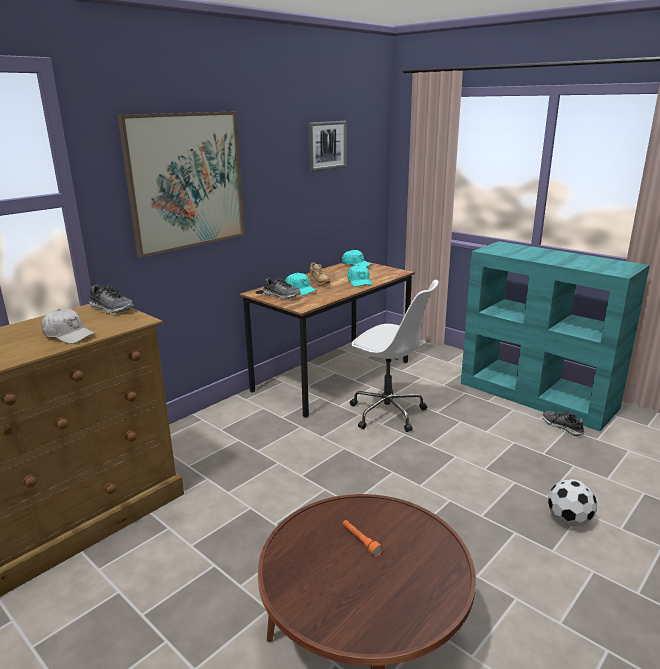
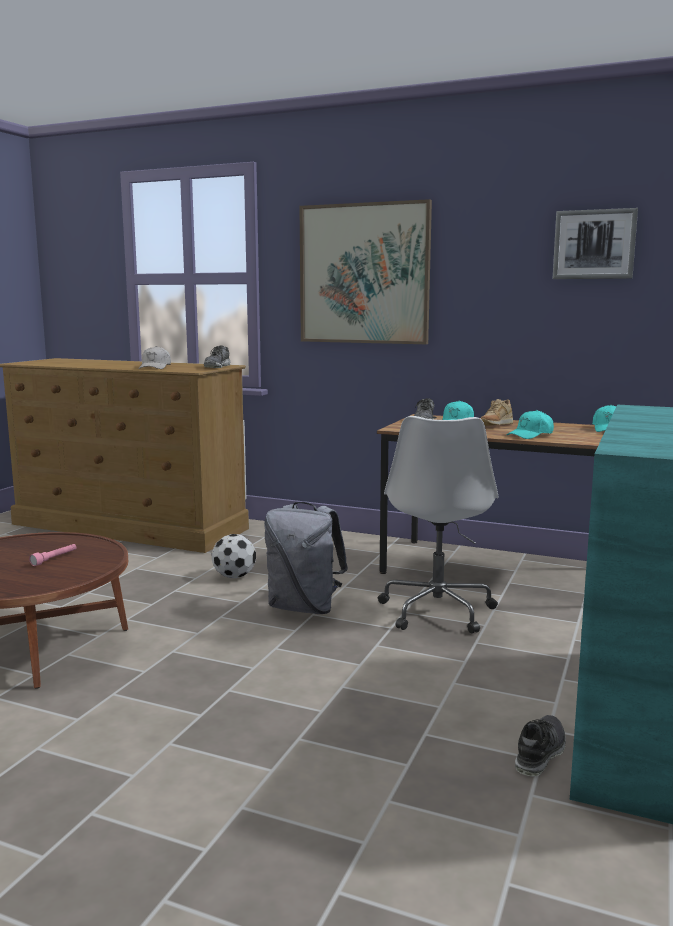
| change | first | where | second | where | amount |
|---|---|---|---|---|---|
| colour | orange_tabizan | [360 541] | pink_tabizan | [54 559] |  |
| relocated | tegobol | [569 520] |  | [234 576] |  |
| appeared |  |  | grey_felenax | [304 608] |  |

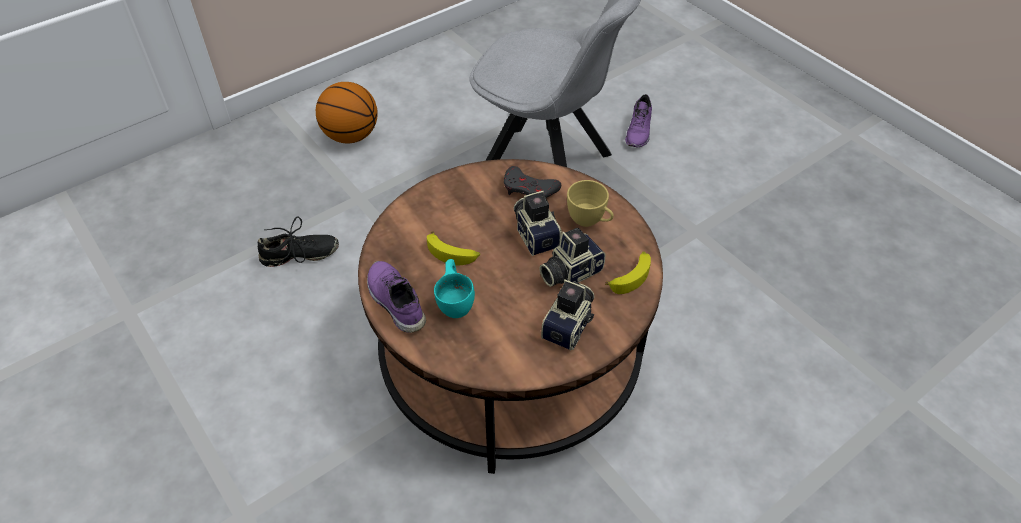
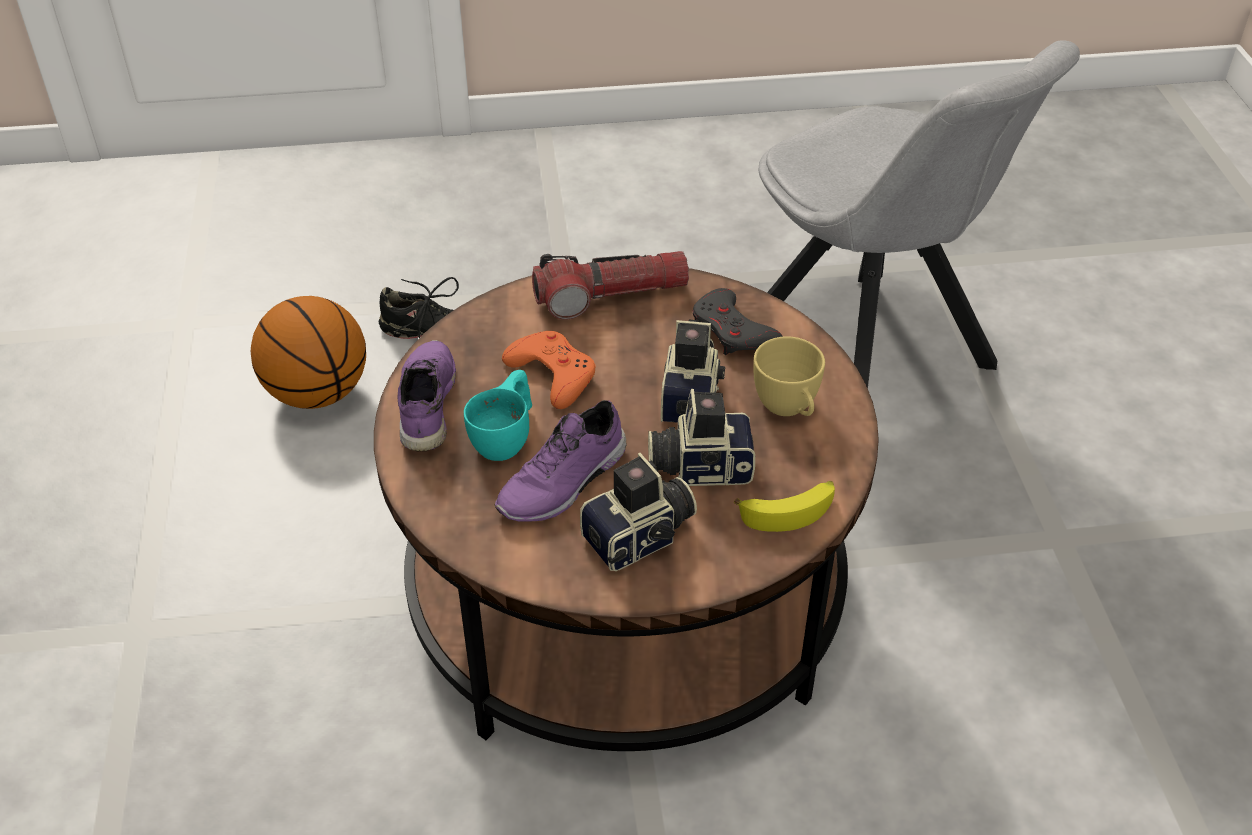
| change | first | where | second | where | amount |
|---|---|---|---|---|---|
| relocated | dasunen | [351 135] |  | [317 393] |  |
| exchanged | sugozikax | [453 253] | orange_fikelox | [552 374] |  |
| relocated | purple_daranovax | [639 131] |  | [565 483] |  |
| appeared |  |  | tabizan | [611 296] |  |

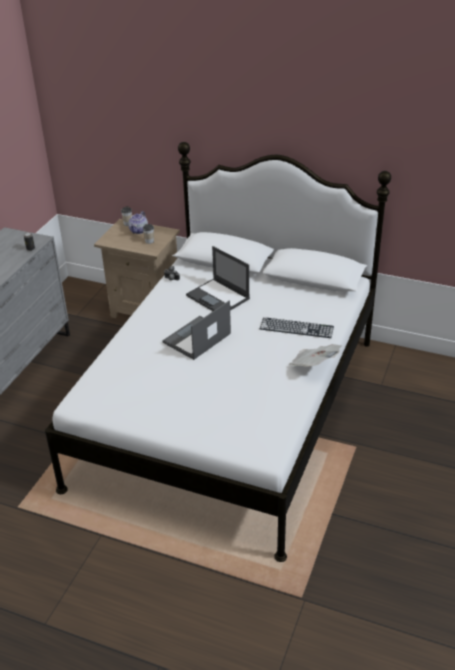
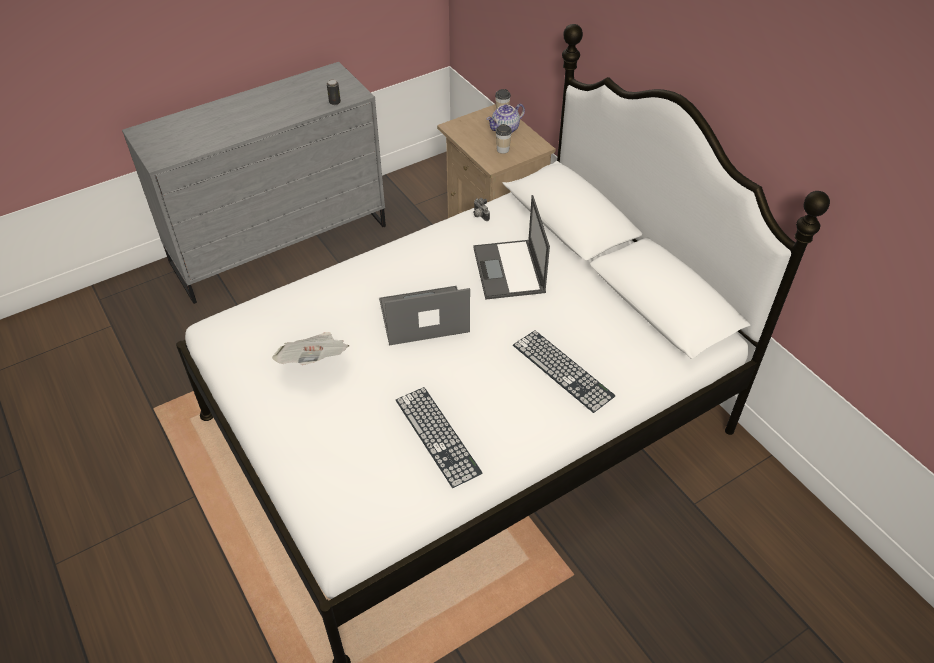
| change | first | where | second | where | amount |
|---|---|---|---|---|---|
| relocated | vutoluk | [314 365] |  | [314 361] |  |
| appeared |  |  | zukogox | [437 435] |  |

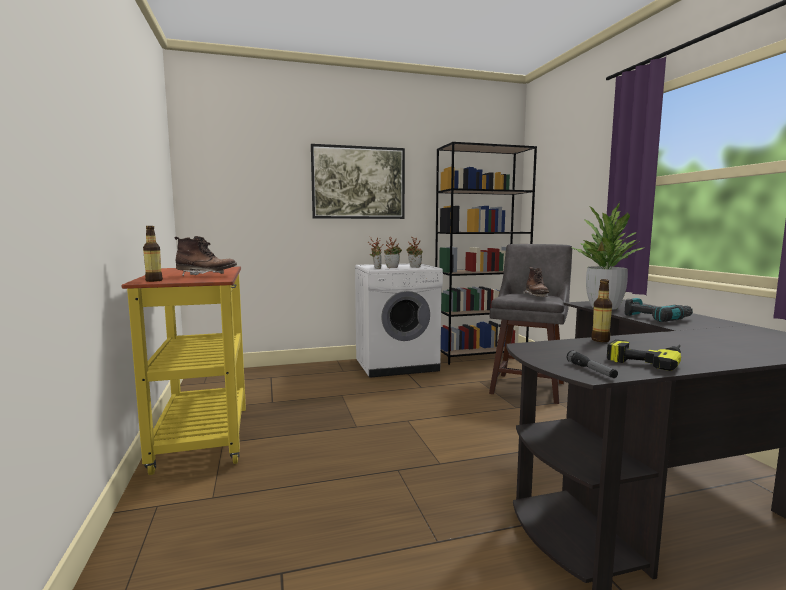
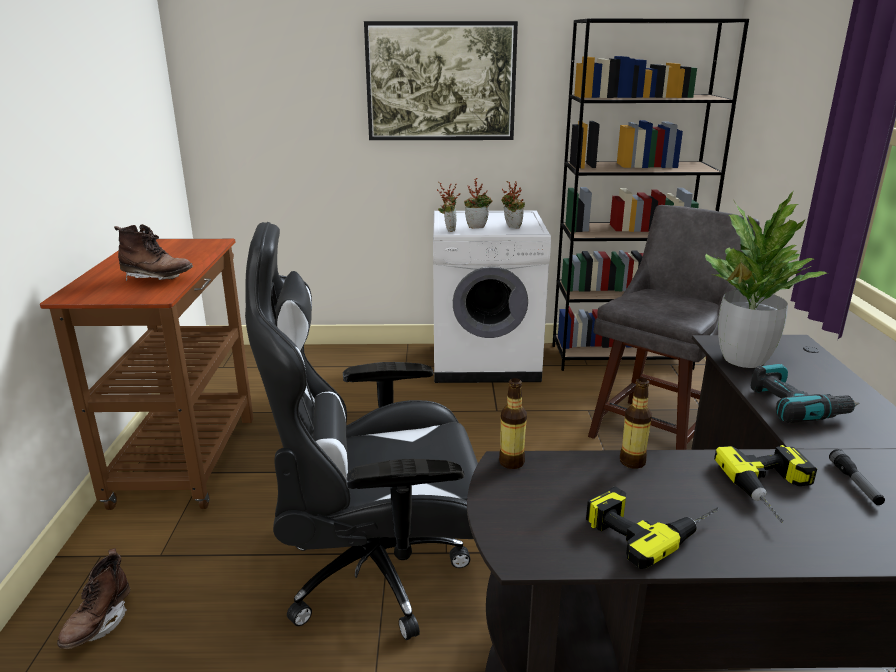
| change | first | where | second | where | amount |
|---|---|---|---|---|---|
| colour | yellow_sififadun | [203 437] | brown_sififadun | [186 459] |  |
| relocated | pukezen | [154 280] |  | [511 462] |  |
| relocated | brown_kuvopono | [536 296] |  | [98 624] |  |
| relocated | tabizan | [591 370] |  | [855 483] |  |
| appeared |  |  | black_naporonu | [385 571] |  |
| appeared |  |  | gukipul | [776 491] |  |

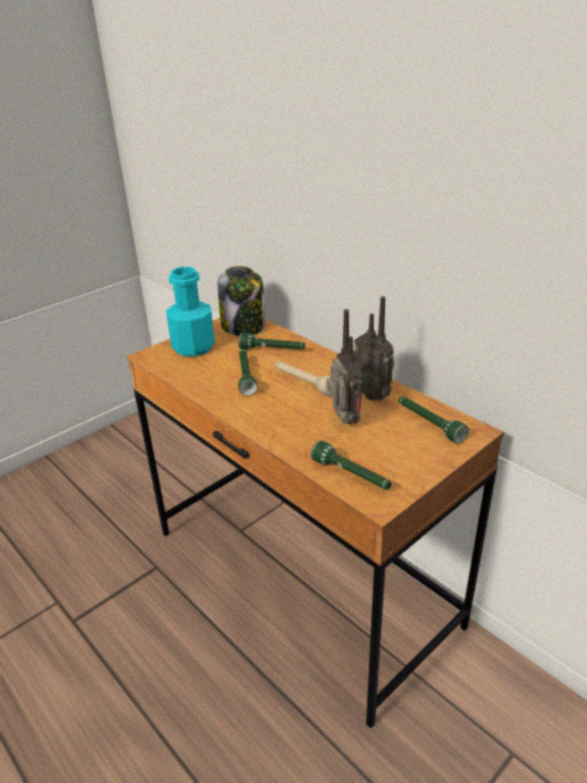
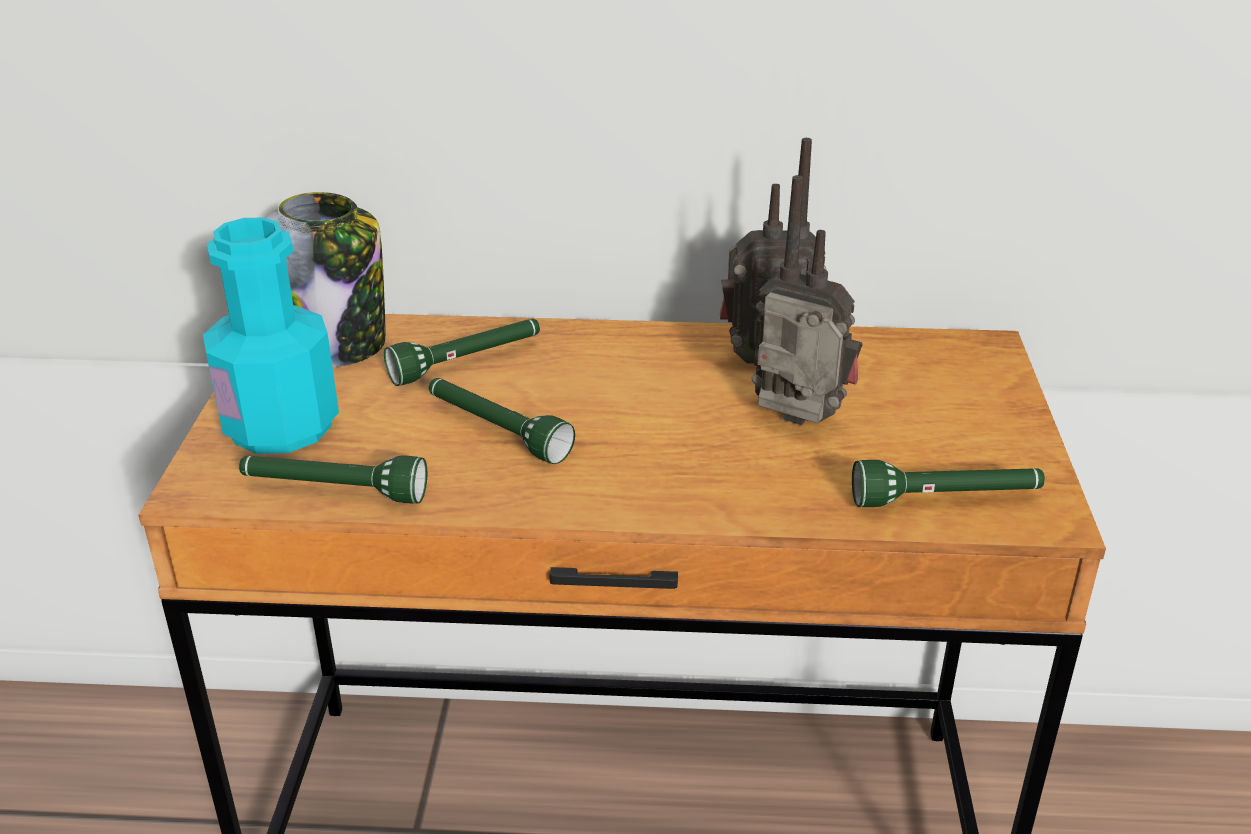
| change | first | where | second | where | amount |
|---|---|---|---|---|---|
| missing | beige_tabizan | [303 383] |  |  |  |
| relocated | green_tabizan | [429 424] |  | [334 491] |  |

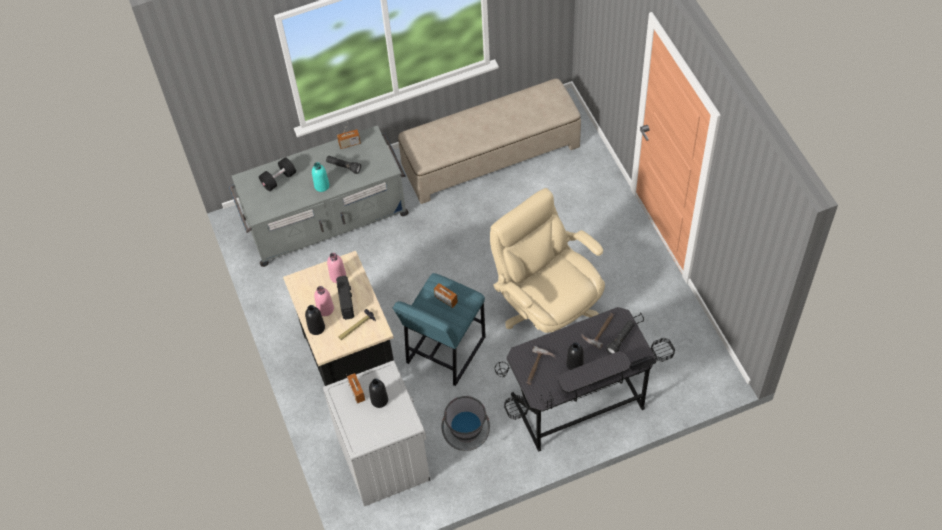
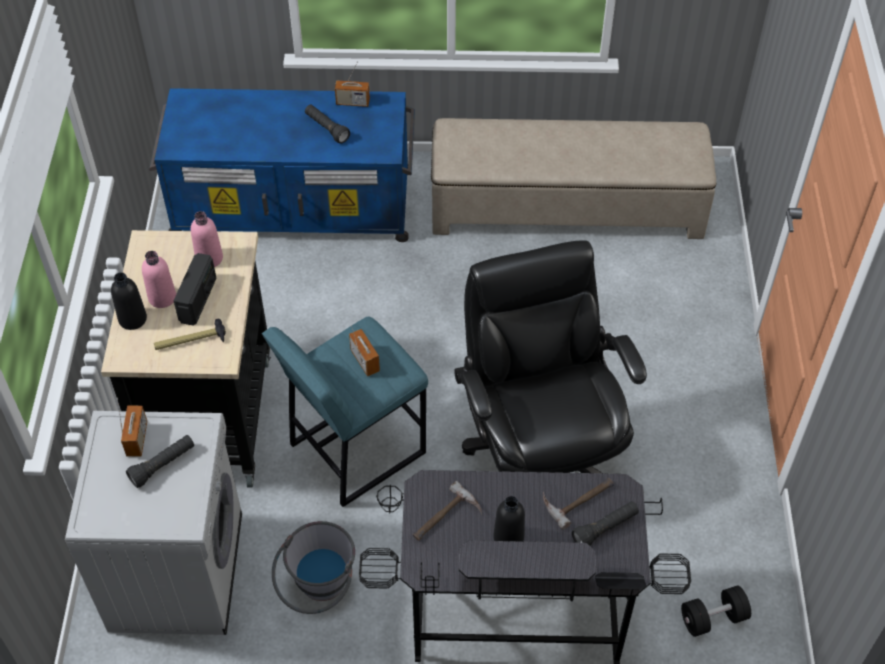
| change | first | where | second | where | amount |
|---|---|---|---|---|---|
| colour | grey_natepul | [326 217] | blue_natepul | [294 205] |  |
| relocated | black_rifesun | [279 179] |  | [713 618] |  |
| missing | turquoise_pukezen | [322 186] |  |  |  |
| exchanged | black_pukezen | [379 400] | black_tabizan | [163 465] |  |
| colour | beige_naporonu | [547 310] | black_naporonu | [540 450] |  |

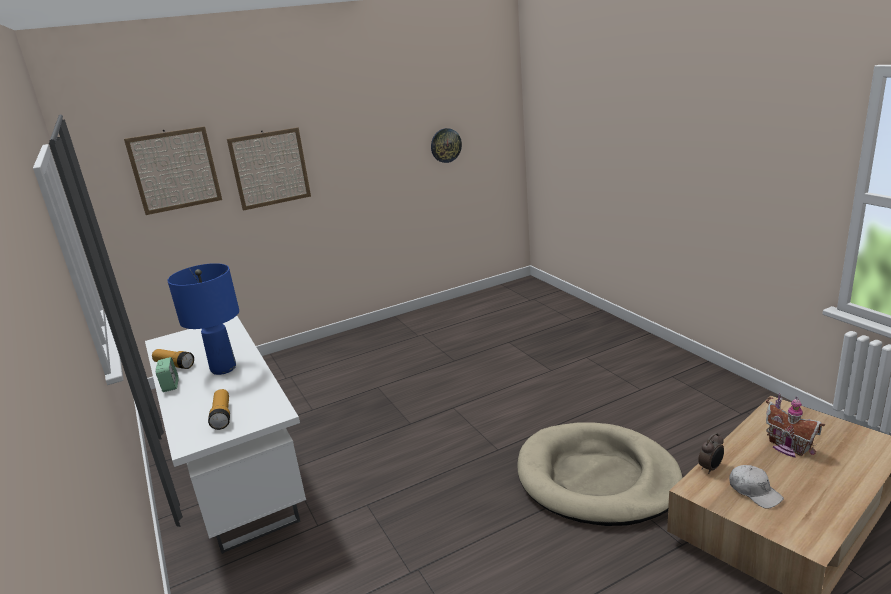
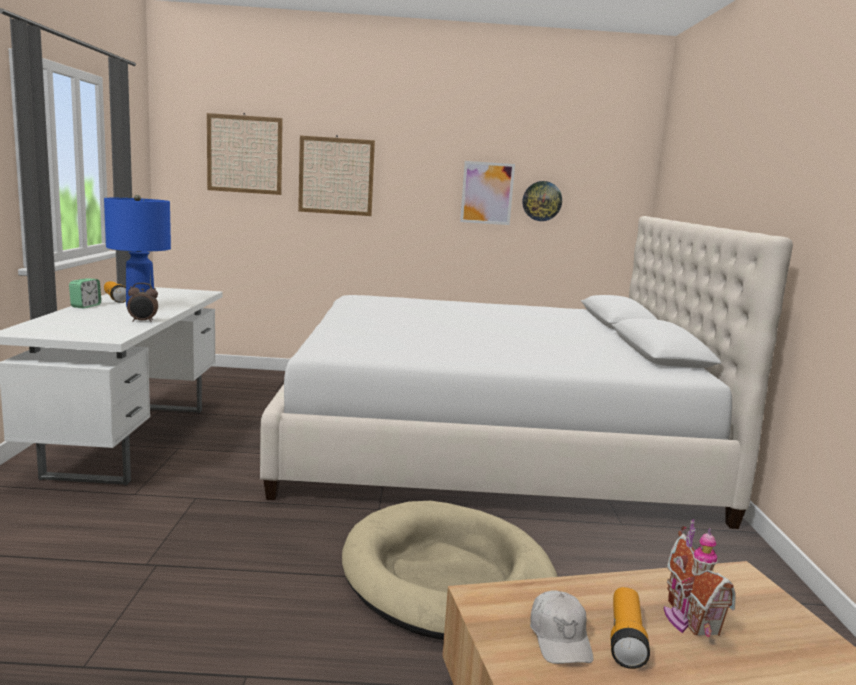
| change | first | where | second | where | amount |
|---|---|---|---|---|---|
| relocated | tabizan | [222 416] |  | [625 639] |  |
| relocated | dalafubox | [711 468] |  | [143 321] |  |
| appeared |  |  | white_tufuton | [488 440] |  |
| appeared |  |  | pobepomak | [487 193] |  |

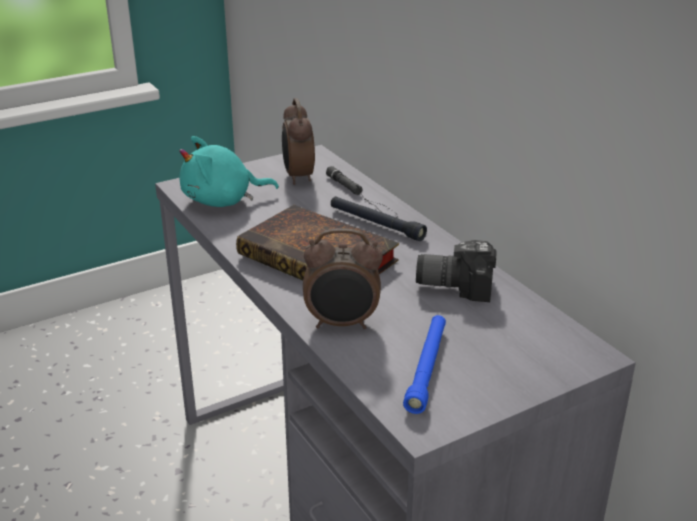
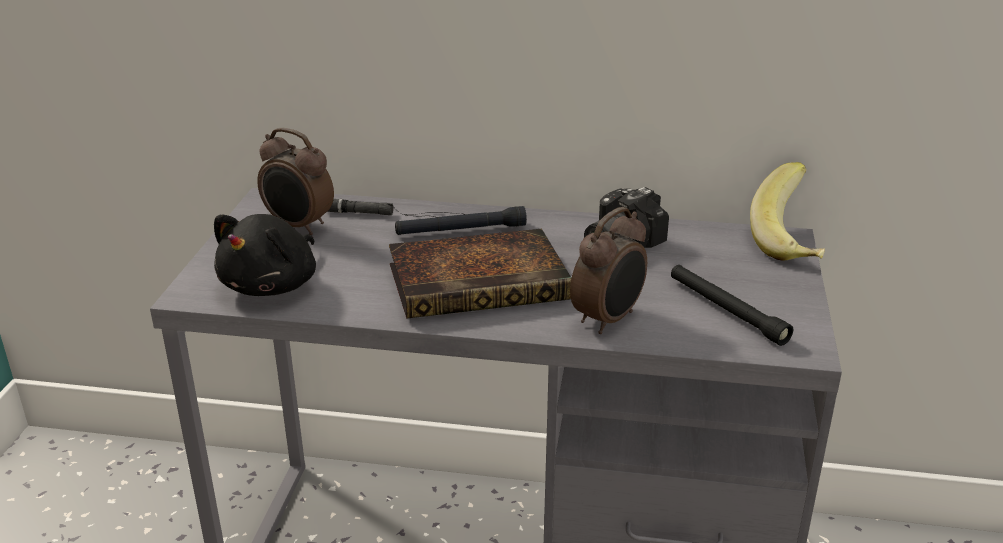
| change | first | where | second | where | amount |
|---|---|---|---|---|---|
| colour | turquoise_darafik | [222 201] | black_darafik | [273 285] |  |
| colour | blue_tabizan | [427 368] | black_tabizan | [726 311] |  |
| appeared |  |  | sugozikax | [792 242] |  |

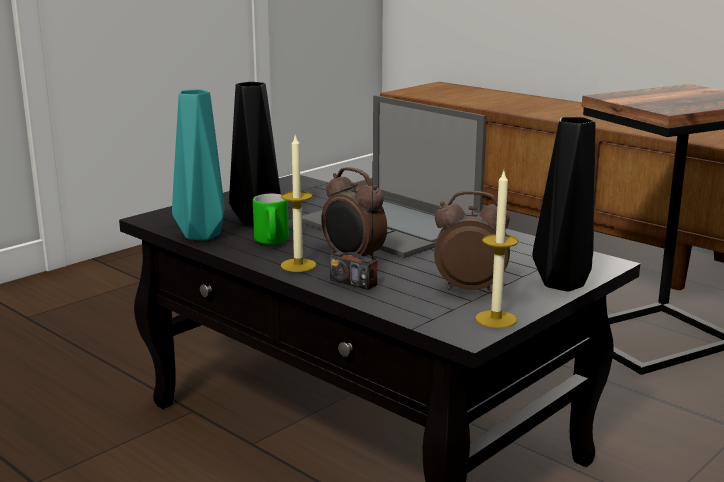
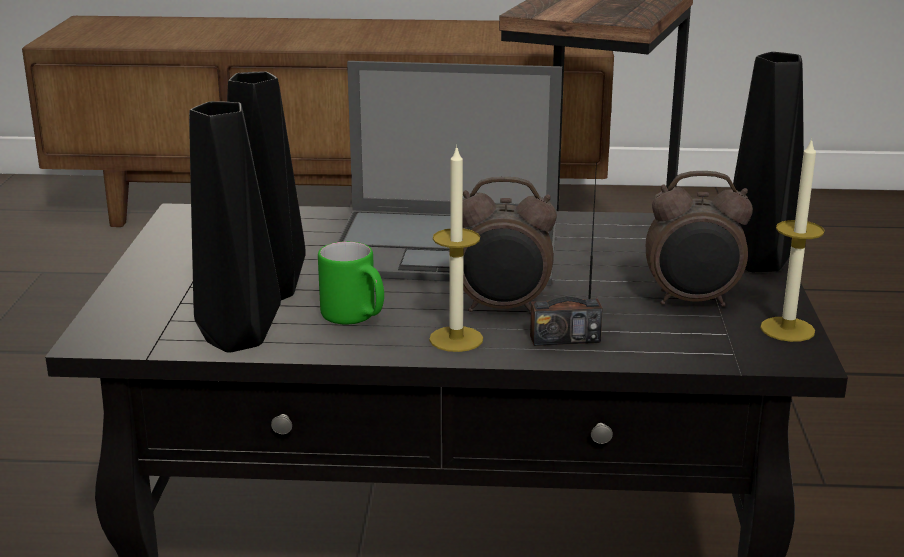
| change | first | where | second | where | amount |
|---|---|---|---|---|---|
| colour | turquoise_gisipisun | [201 234] | black_gisipisun | [233 339] |  |
| spun | dalafubox | [470 289] |  | [692 301] | 150 degrees counterclockwise |

